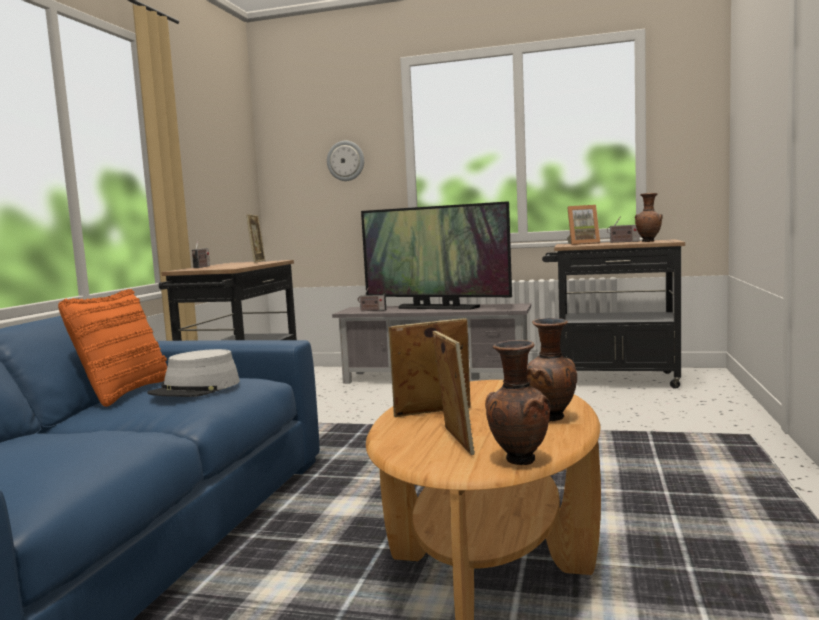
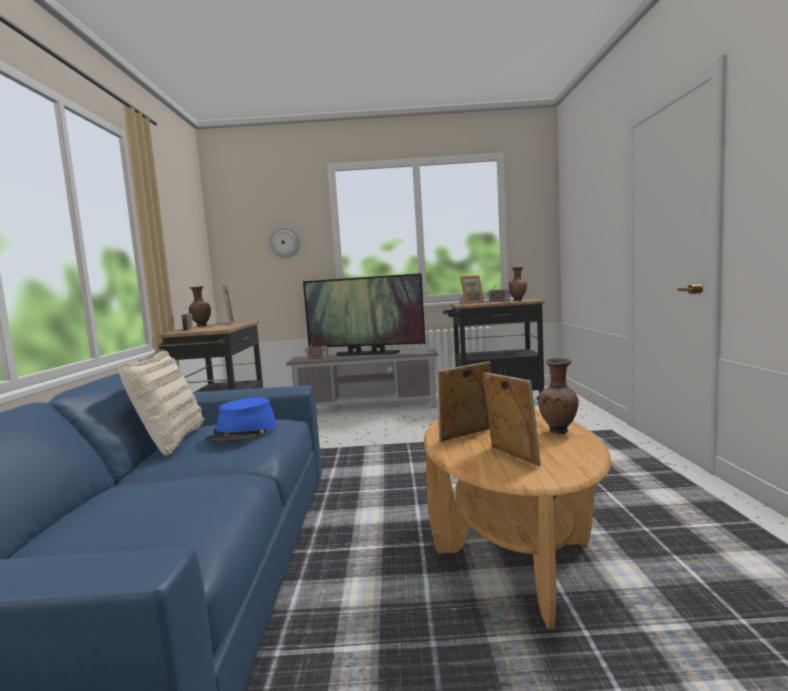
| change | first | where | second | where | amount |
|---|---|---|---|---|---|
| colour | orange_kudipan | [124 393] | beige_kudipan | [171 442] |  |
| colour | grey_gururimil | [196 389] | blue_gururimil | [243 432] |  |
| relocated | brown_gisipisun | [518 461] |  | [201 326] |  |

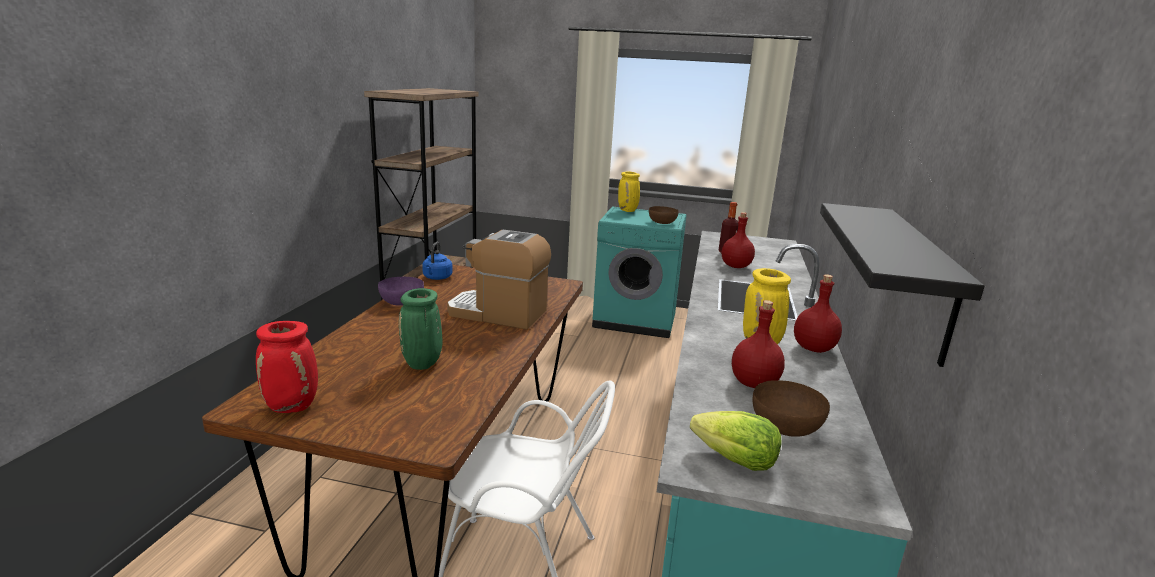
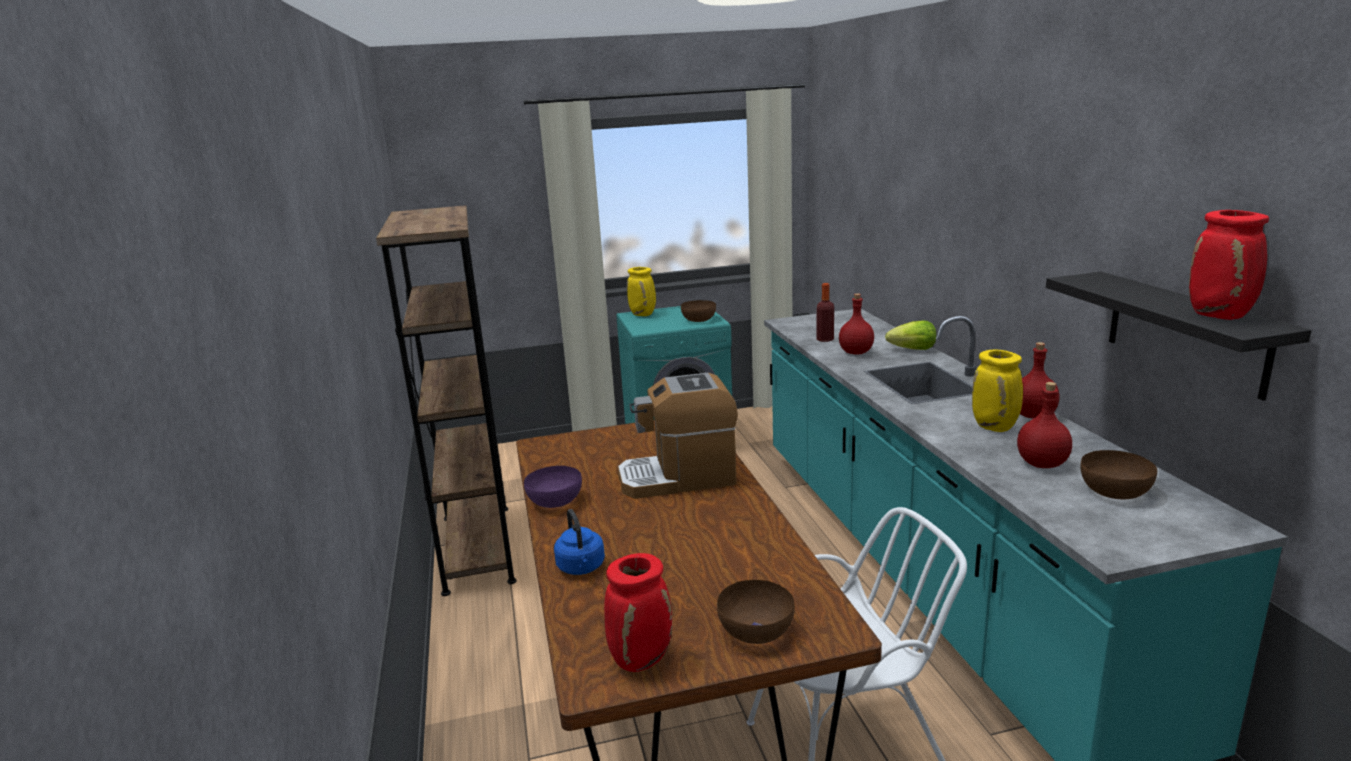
| change | first | where | second | where | amount |
|---|---|---|---|---|---|
| missing | green_gisipisun | [422 364] |  |  |  |
| relocated | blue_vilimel | [437 278] |  | [581 568] |  |
| relocated | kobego | [735 461] |  | [913 350] |  |
| appeared |  |  | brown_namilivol | [755 631] |  |
| appeared |  |  | red_gisipisun | [1221 316] |  |

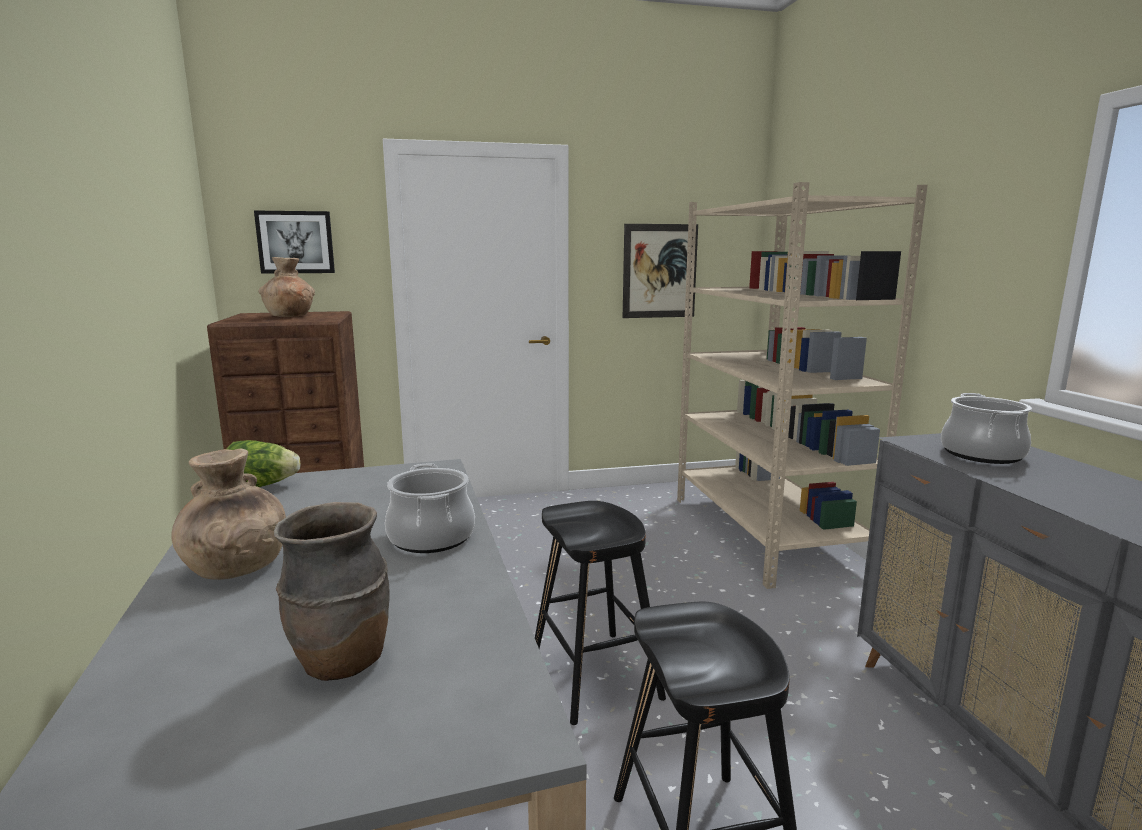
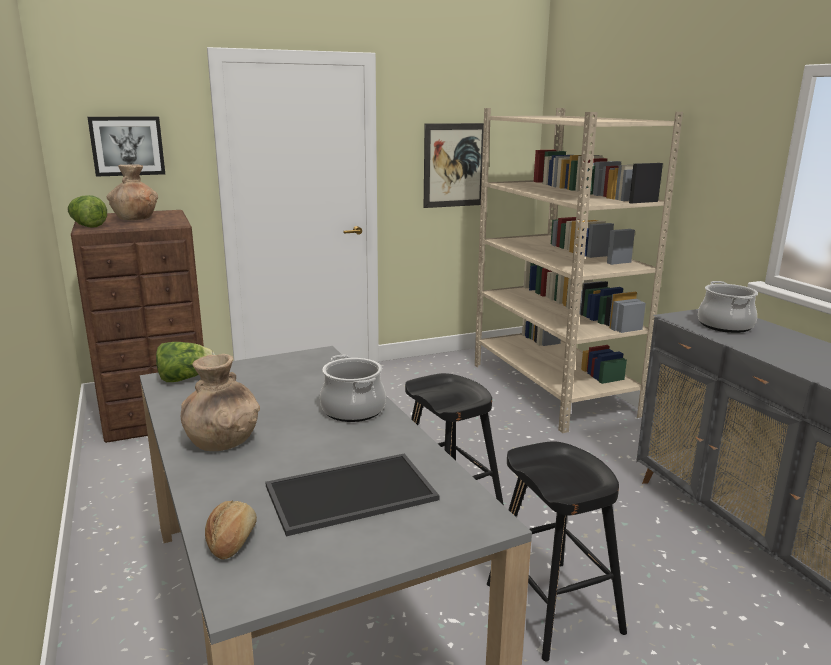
| change | first | where | second | where | amount |
|---|---|---|---|---|---|
| exchanged | brown_gisipisun | [341 662] | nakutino | [350 495] |  |
| appeared |  |  | kobego | [87 226] |  |
| appeared |  |  | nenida | [231 541] |  |

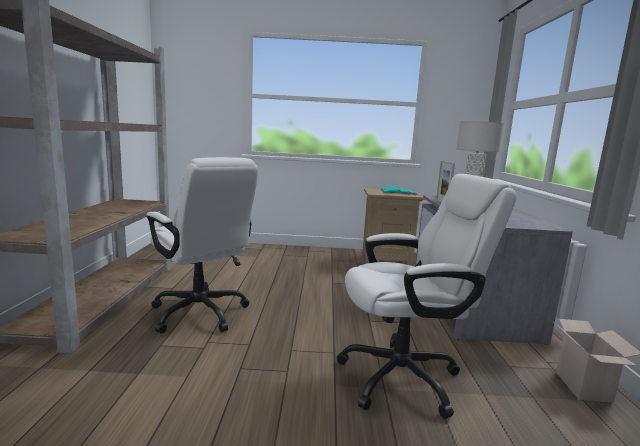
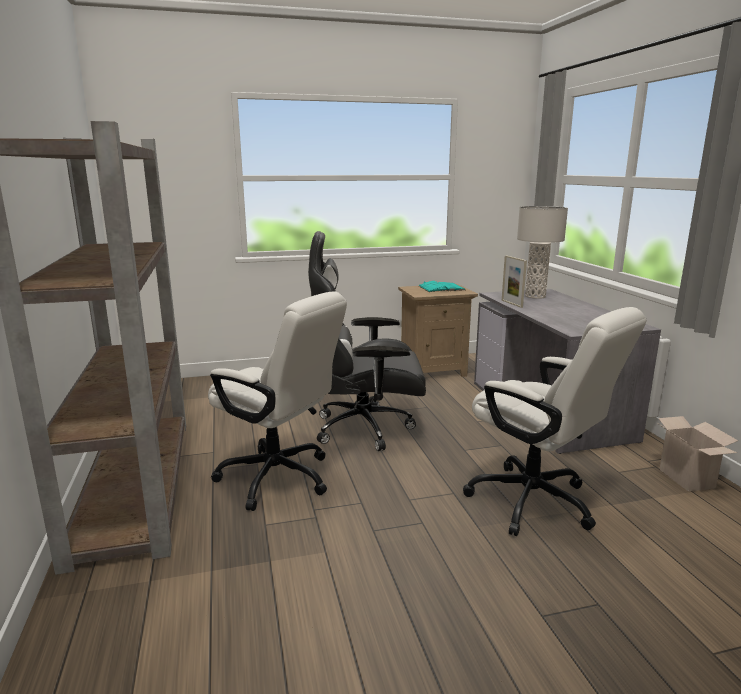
| change | first | where | second | where | amount |
|---|---|---|---|---|---|
| spun | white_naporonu | [405 378] |  | [536 504] | 75 degrees clockwise |
| appeared |  |  | black_naporonu | [369 428] |  |

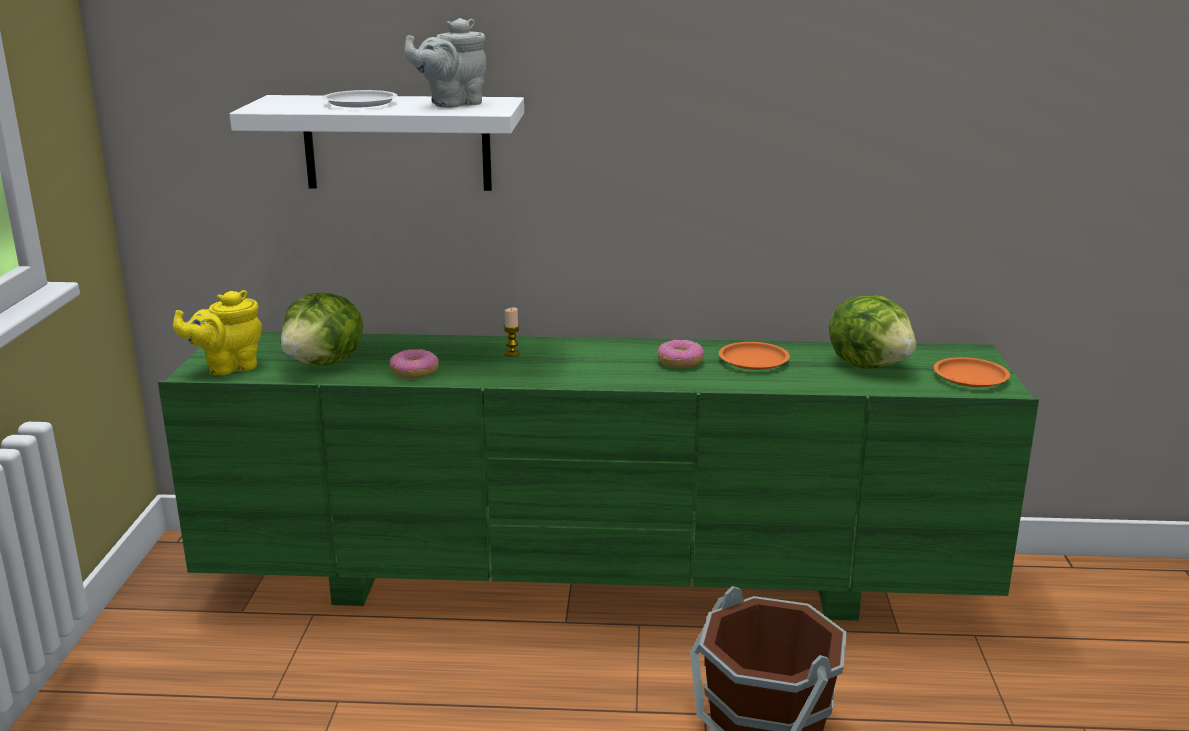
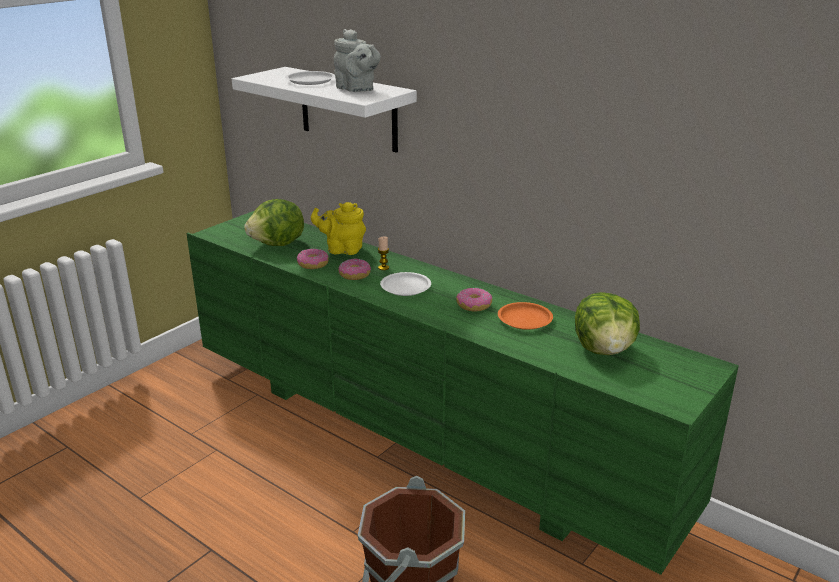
| change | first | where | second | where | amount |
|---|---|---|---|---|---|
| relocated | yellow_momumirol | [228 367] |  | [342 249] |  |
| spun | grey_momumirol | [452 104] |  | [357 89] | 135 degrees counterclockwise |
| missing | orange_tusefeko | [970 377] |  |  |  |
| appeared |  |  | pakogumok | [355 275] |  |
| appeared |  |  | white_tusefeko | [405 287] |  |

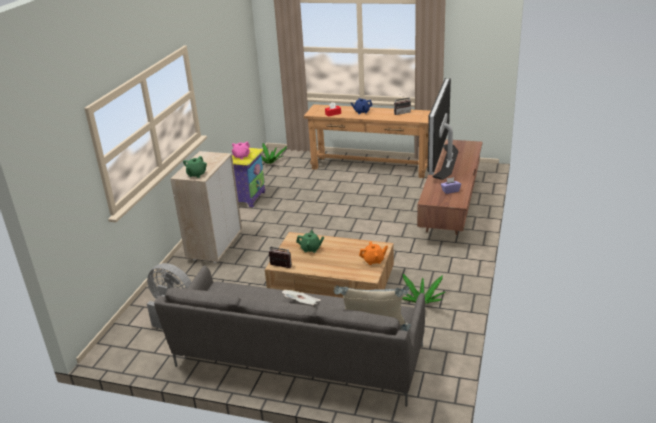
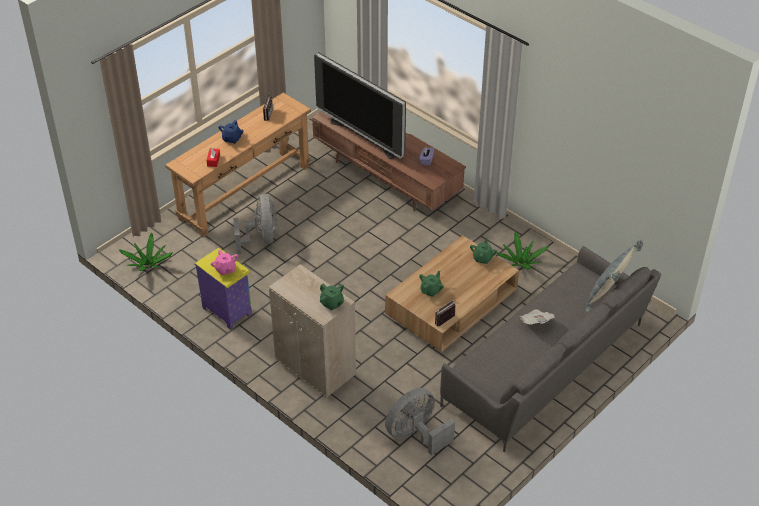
| change | first | where | second | where | amount |
|---|---|---|---|---|---|
| colour | orange_momumirol | [373 260] | green_momumirol | [482 258] |  |
| appeared |  |  | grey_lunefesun | [261 238] |  |

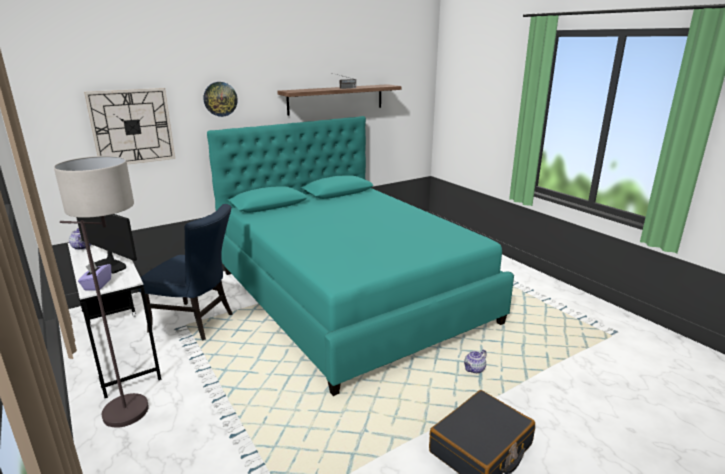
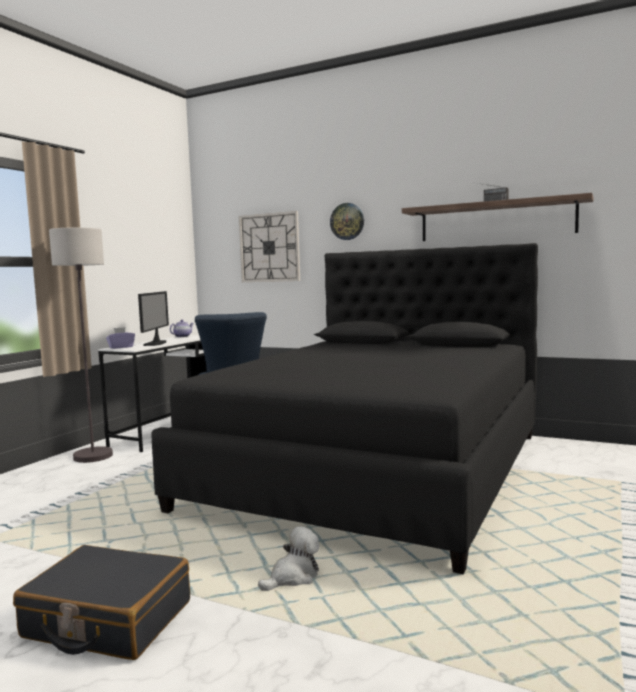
| change | first | where | second | where | amount |
|---|---|---|---|---|---|
| colour | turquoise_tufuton | [351 296] | black_tufuton | [376 469] |  |
| exchanged | momumirol | [474 369] | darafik | [293 578] |  |

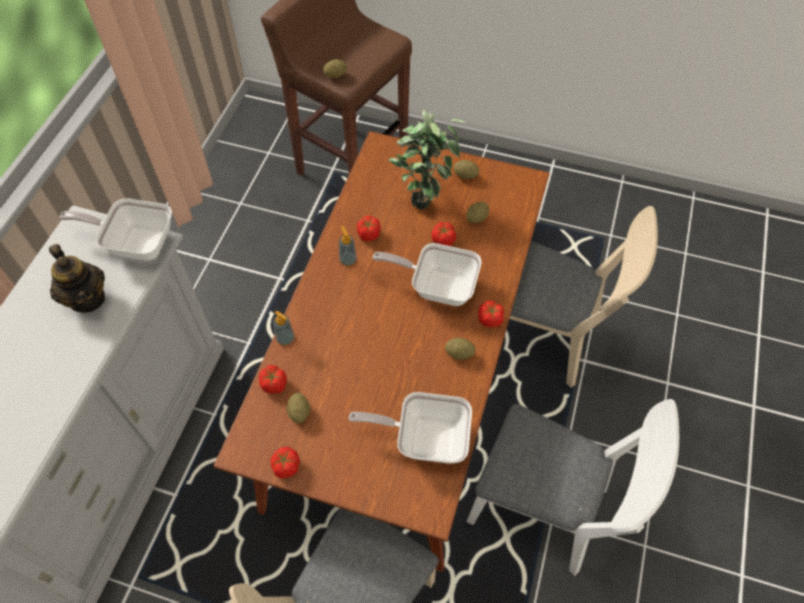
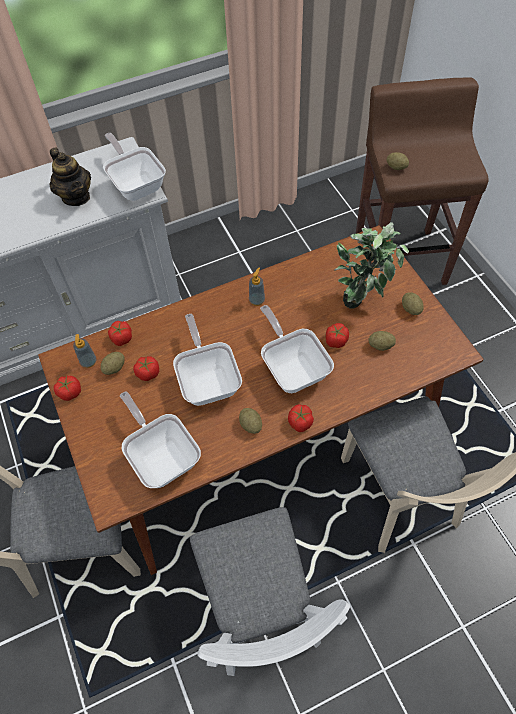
| change | first | where | second | where | amount |
|---|---|---|---|---|---|
| spun | momumirol | [87 298] |  | [76 197] | 45 degrees counterclockwise |
| relocated | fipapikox | [285 339] |  | [88 362] |  |
| relocated | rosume | [368 234] |  | [148 373] |  |
| appeared |  |  | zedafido | [208 380] |  |

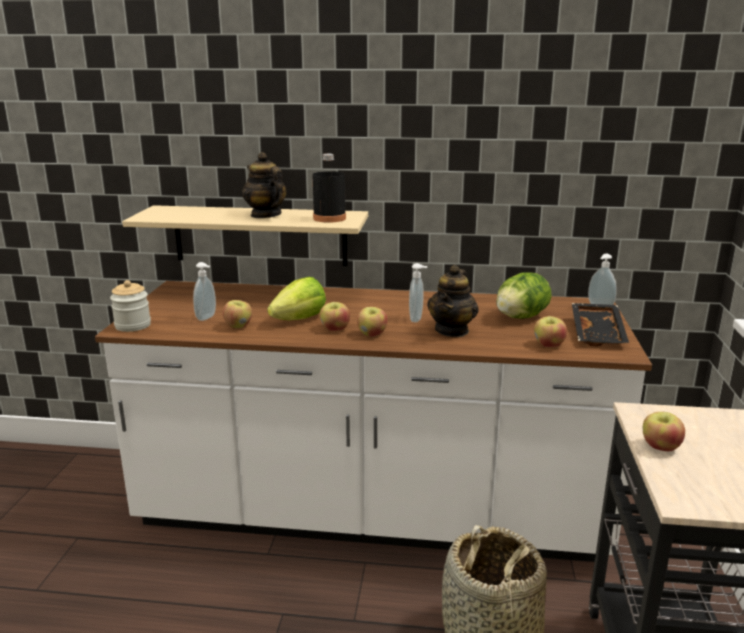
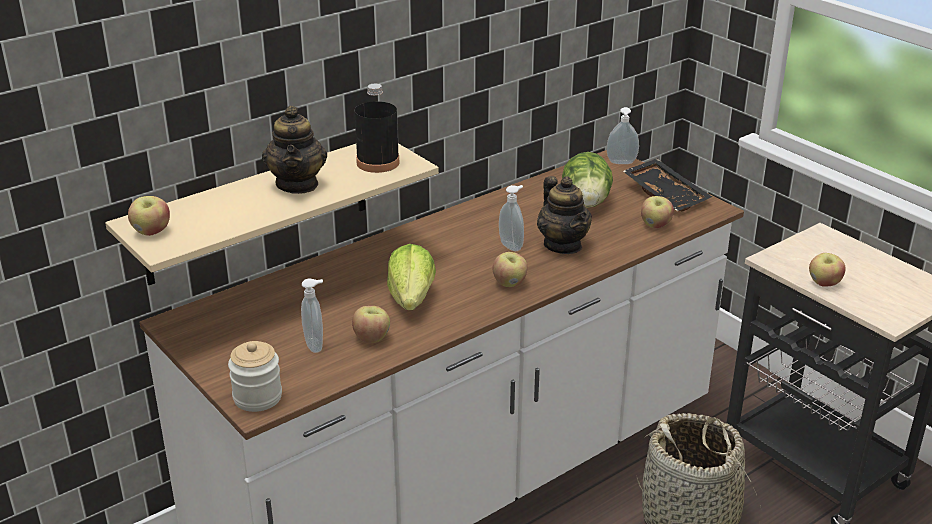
| change | first | where | second | where | amount |
|---|---|---|---|---|---|
| spun | momumirol | [265 215] |  | [297 184] | 105 degrees counterclockwise |
| relocated | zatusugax | [335 329] |  | [151 232] |  |

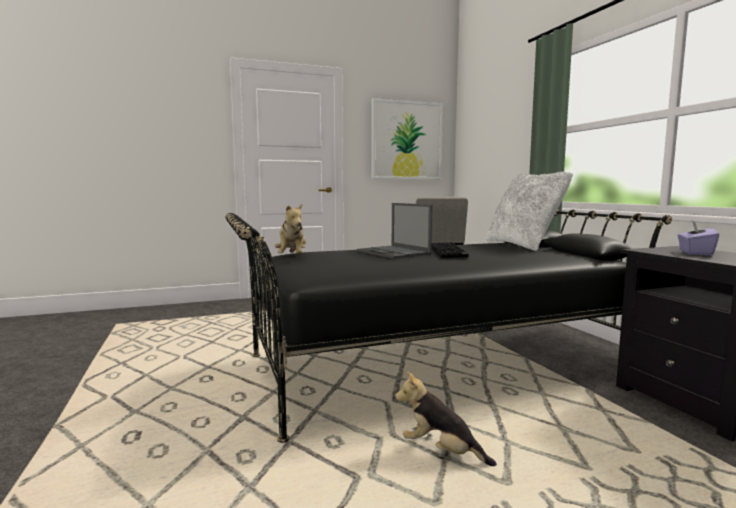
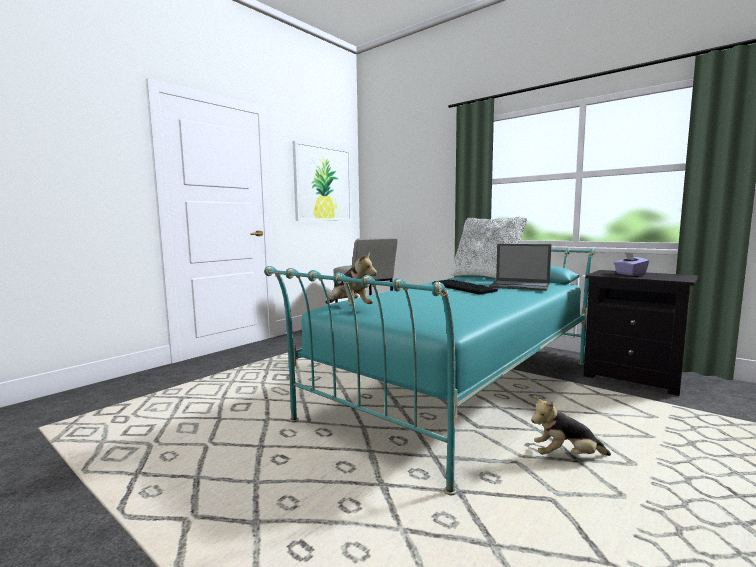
| change | first | where | second | where | amount |
|---|---|---|---|---|---|
| colour | black_tufuton | [437 364] | turquoise_tufuton | [459 388] |  |
| relocated | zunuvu | [394 252] |  | [520 286] |  |

